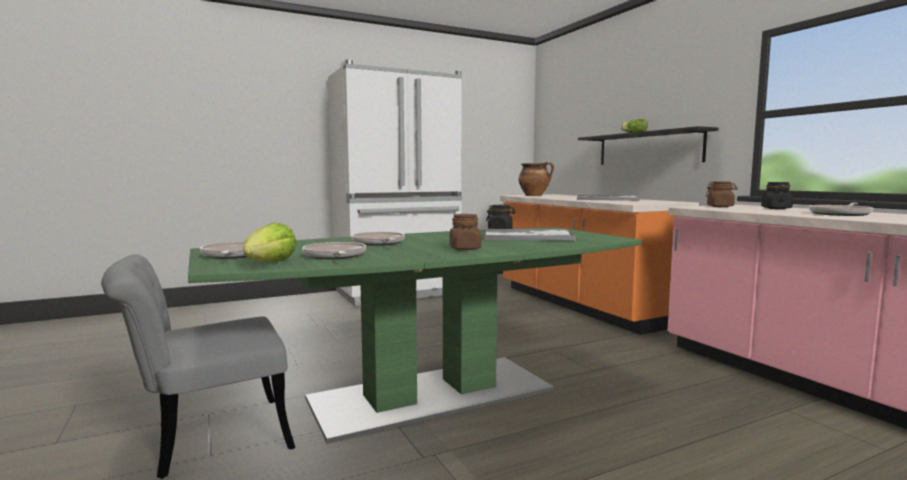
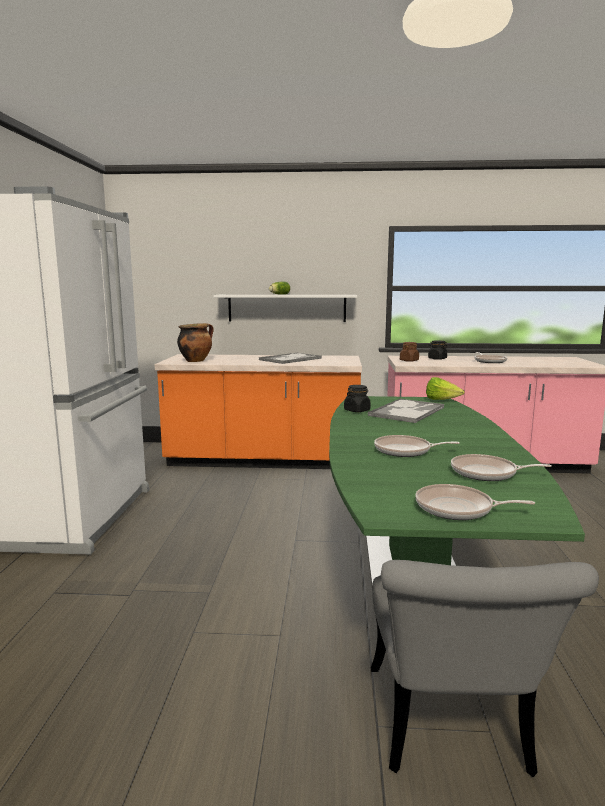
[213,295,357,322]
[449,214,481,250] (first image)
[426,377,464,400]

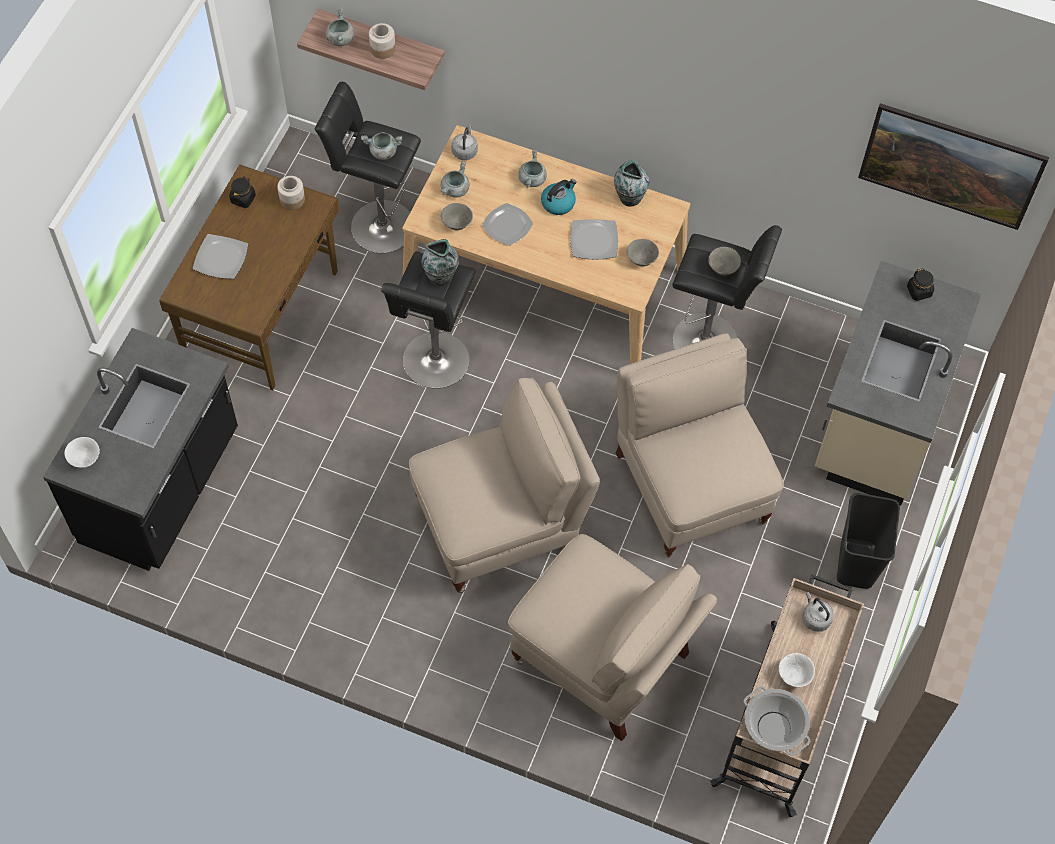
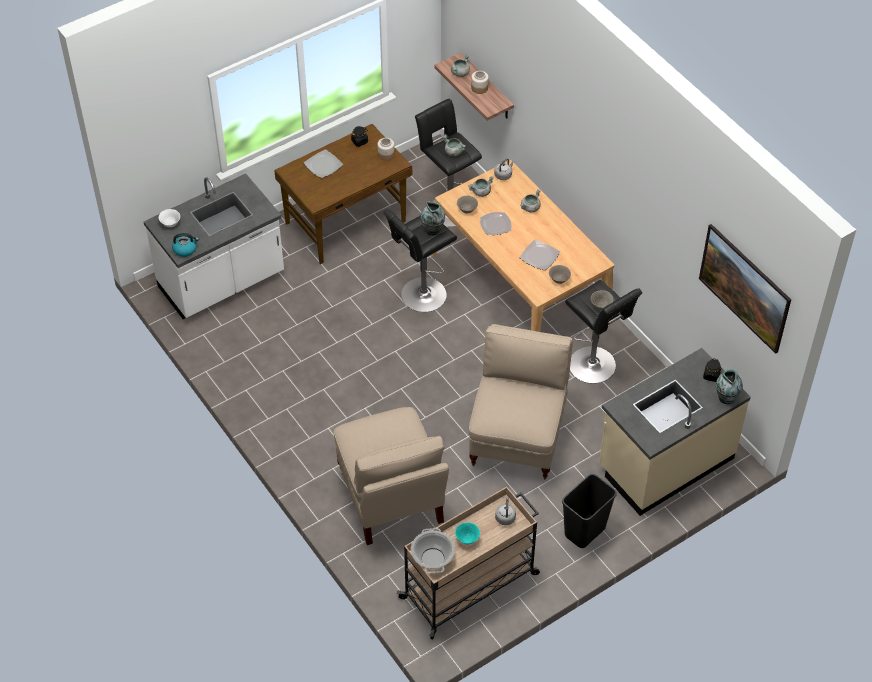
[716,369,743,404]
[172,233,199,257]
[144,173,284,319]
[409,377,600,593] (first image)
[455,522,480,545]

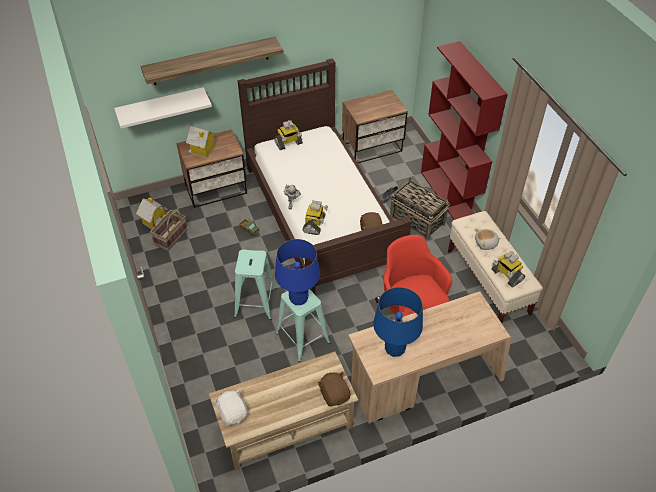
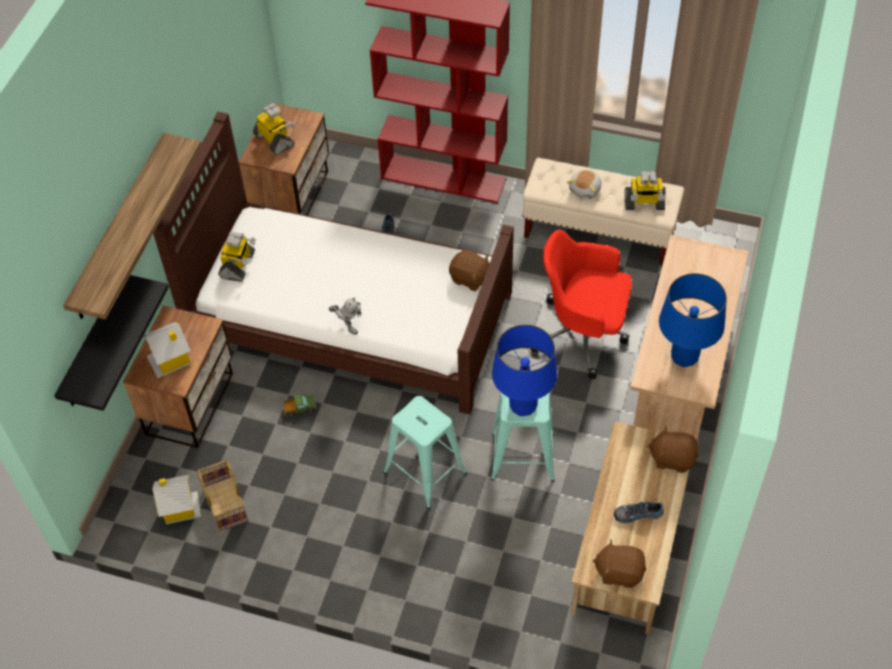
[54,275,169,411]
[390,177,450,240] (first image)
[253,103,295,155]
[593,539,646,588]
[614,502,664,523]

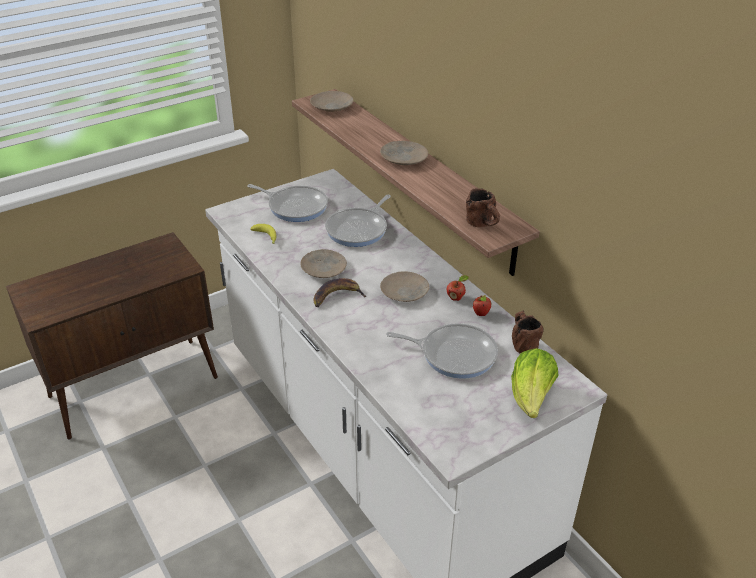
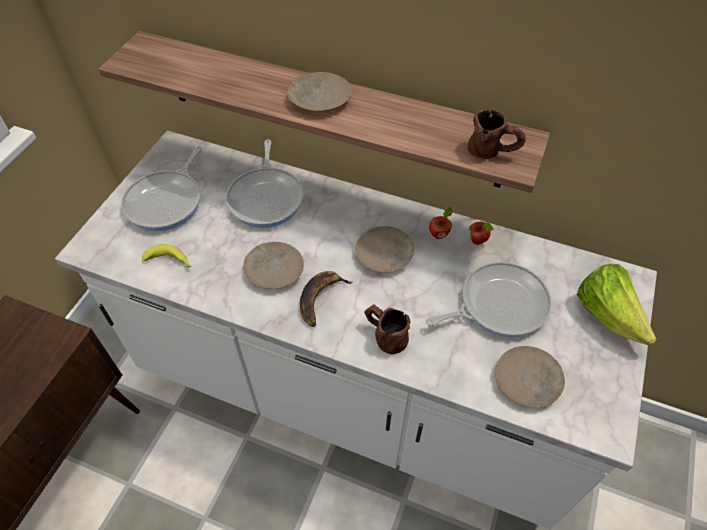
[495,346,565,408]
[121,146,203,232]
[364,304,411,354]

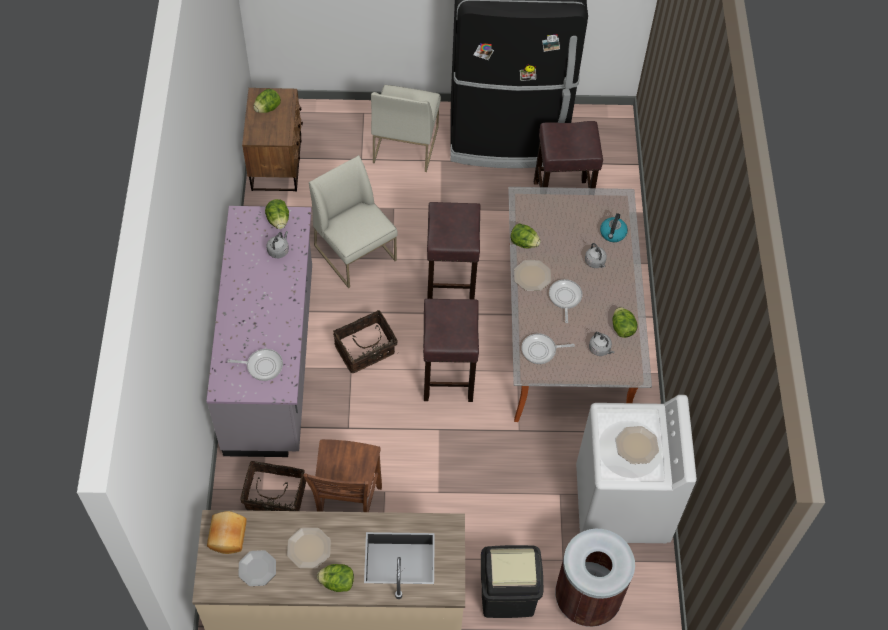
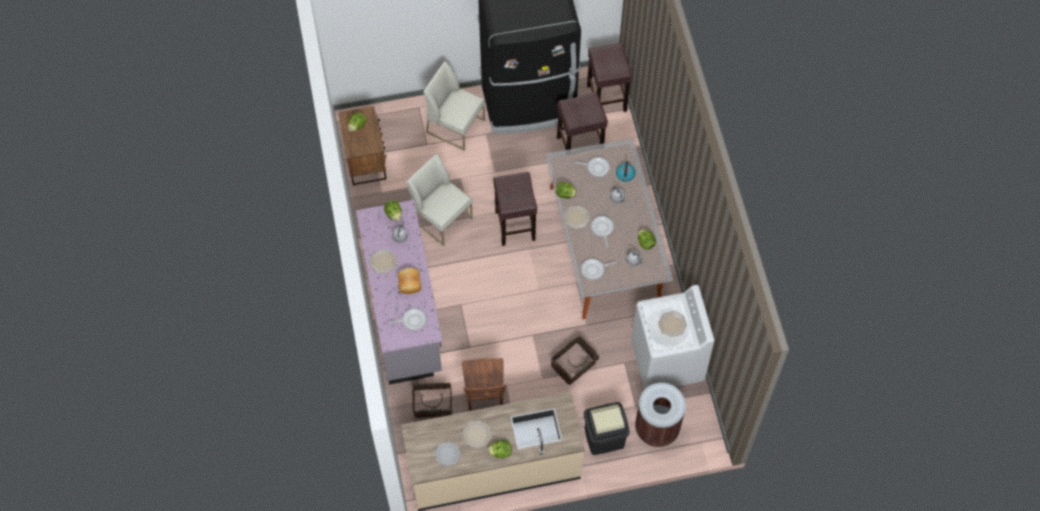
[423,61,485,151]
[587,43,632,112]
[551,336,599,385]
[398,268,421,294]
[575,157,610,177]
[370,249,397,274]

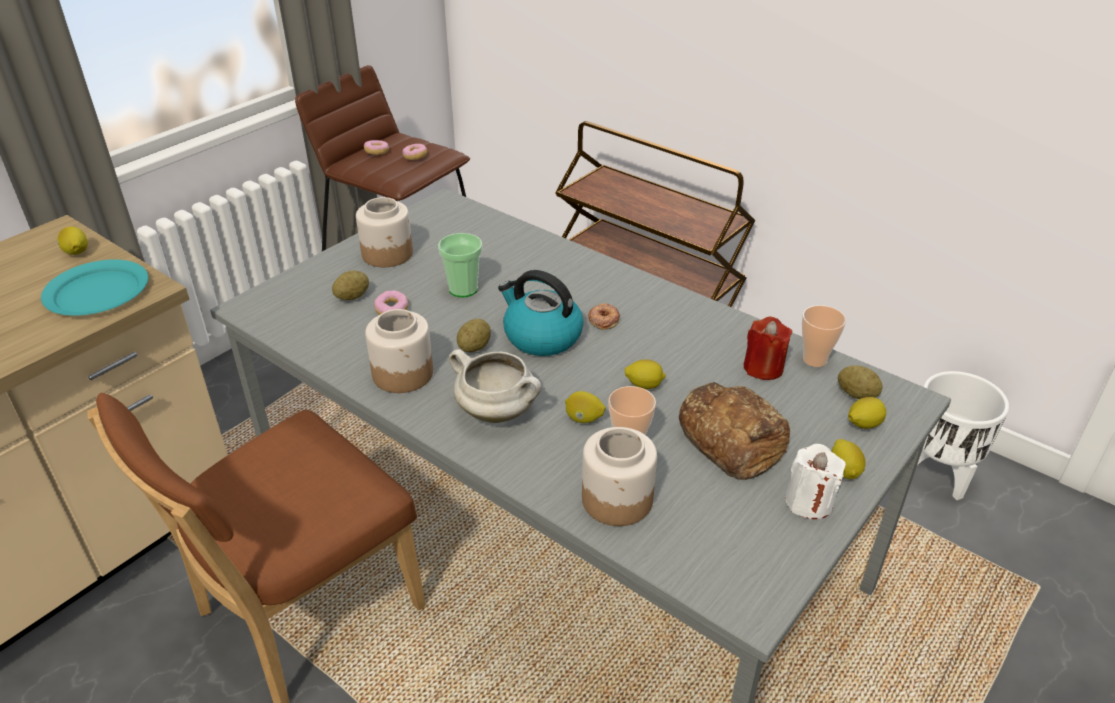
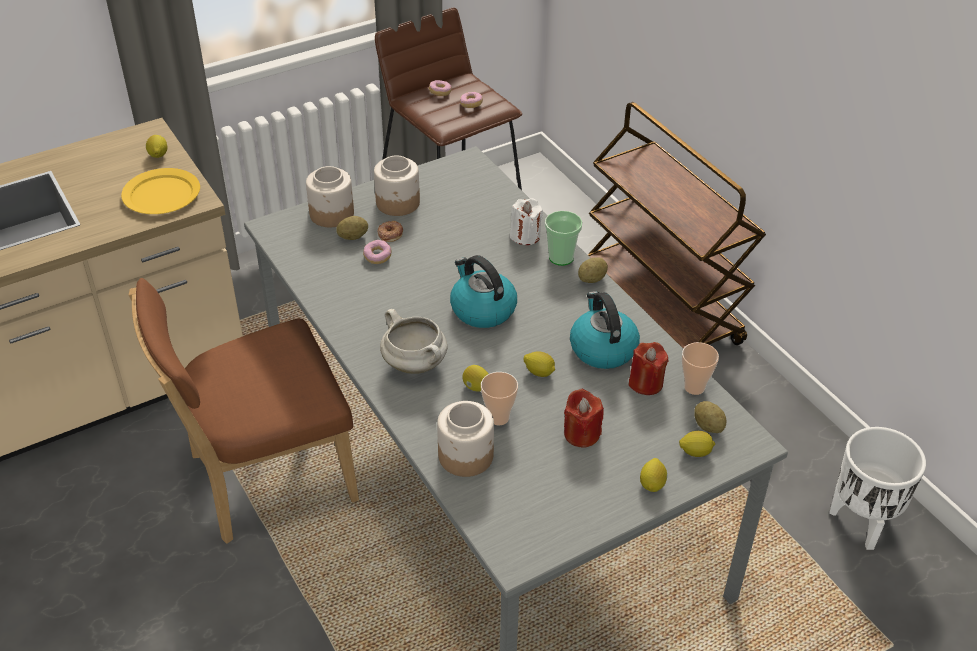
[545,211,583,266]
[121,168,200,214]
[377,221,403,242]
[306,166,354,227]
[578,257,608,283]
[564,389,604,448]
[510,198,543,245]
[570,291,640,369]

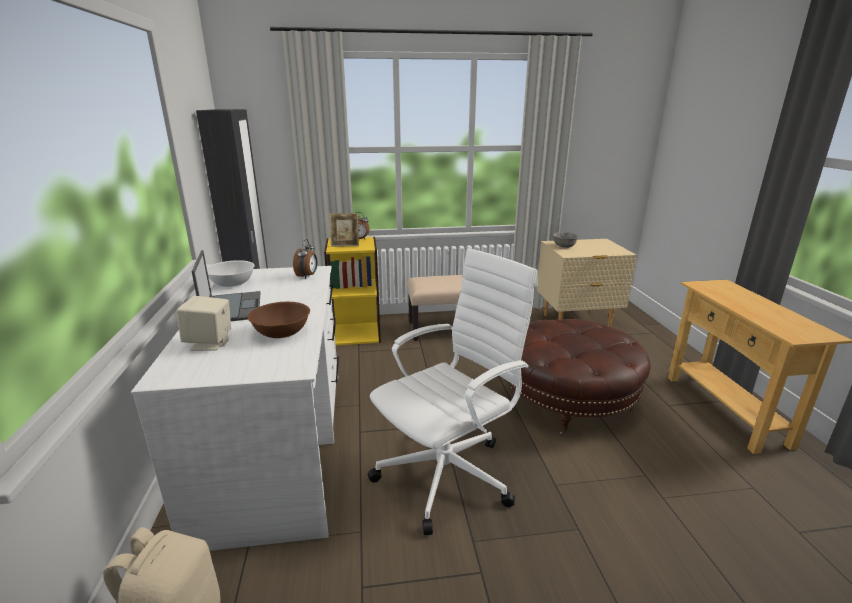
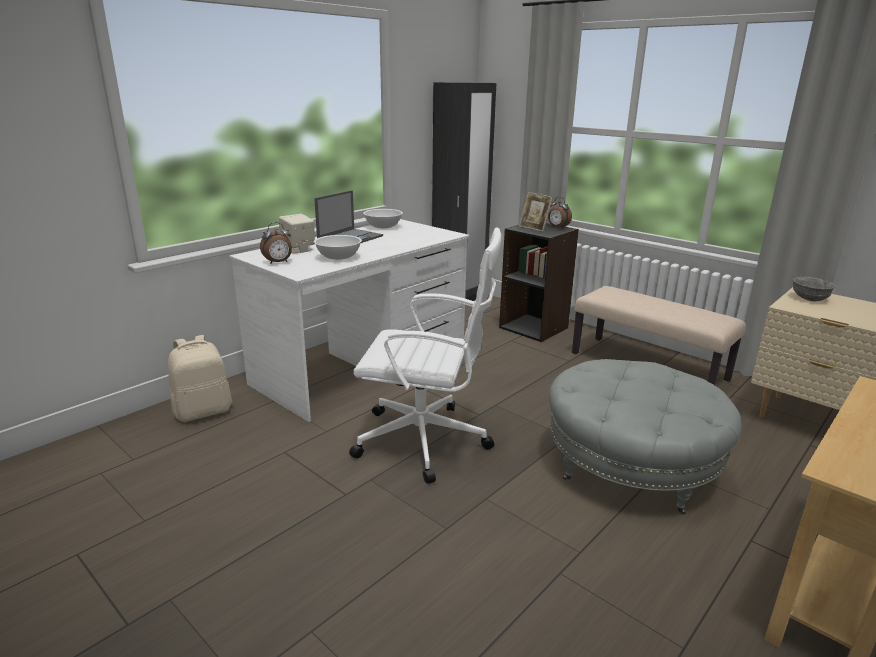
[499,223,579,342]
[260,222,292,264]
[314,235,362,260]
[549,359,742,515]

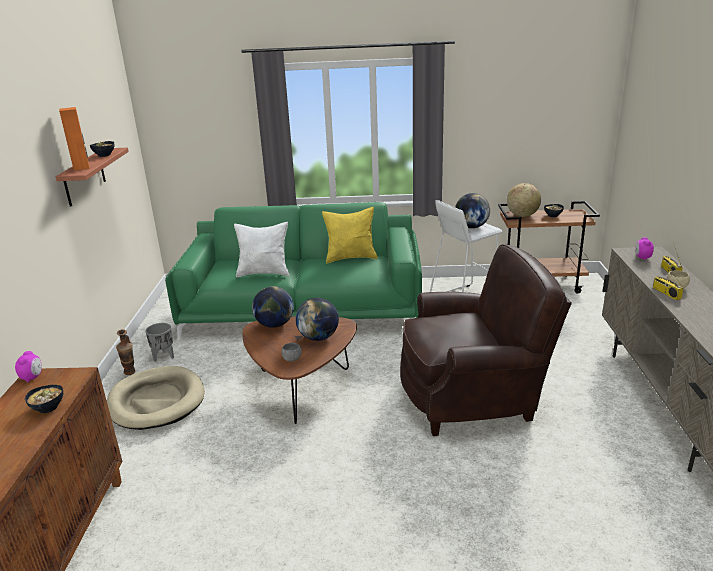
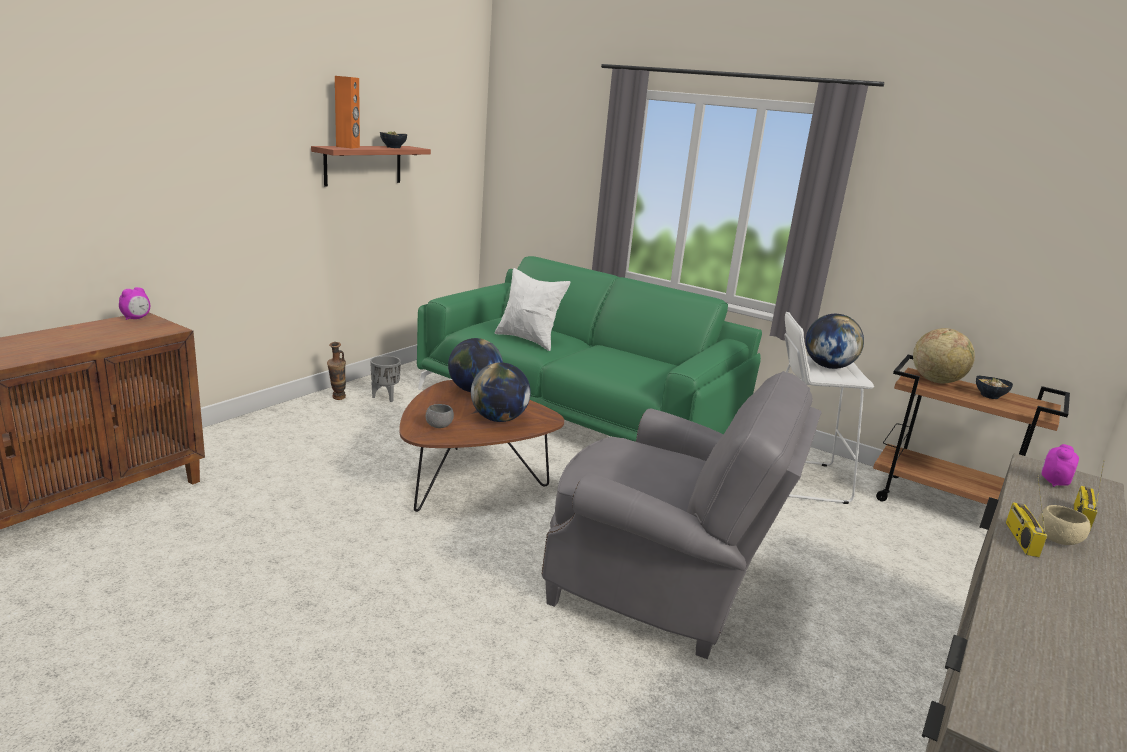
[322,207,378,263] (first image)
[542,371,822,659]
[107,366,205,430] (first image)
[25,385,63,413] (first image)

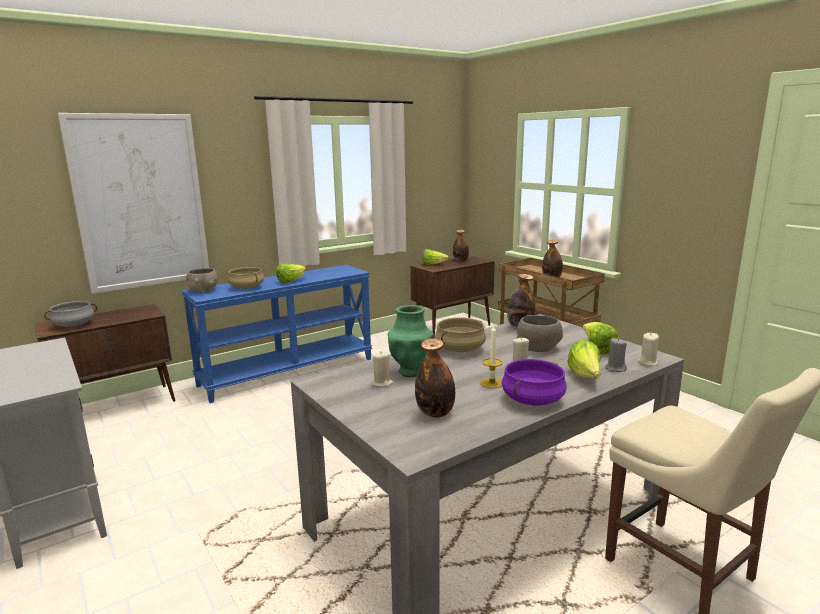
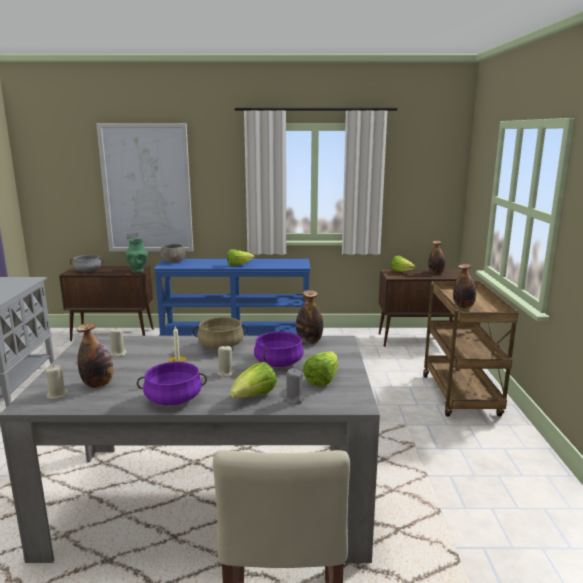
[228,267,264,289] (first image)
[125,239,148,273]
[254,331,304,367]
[45,365,68,399]

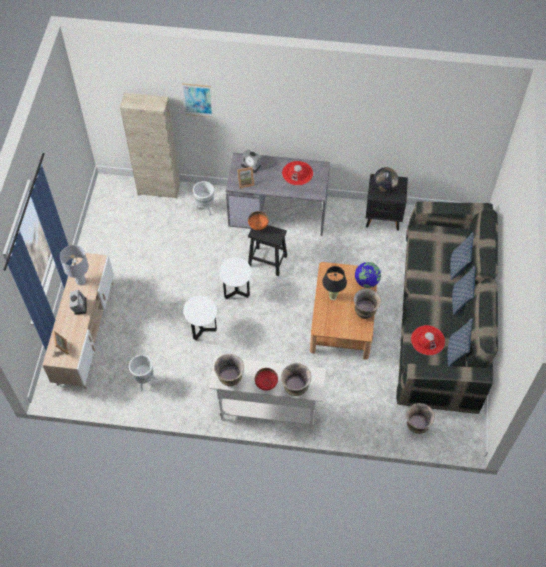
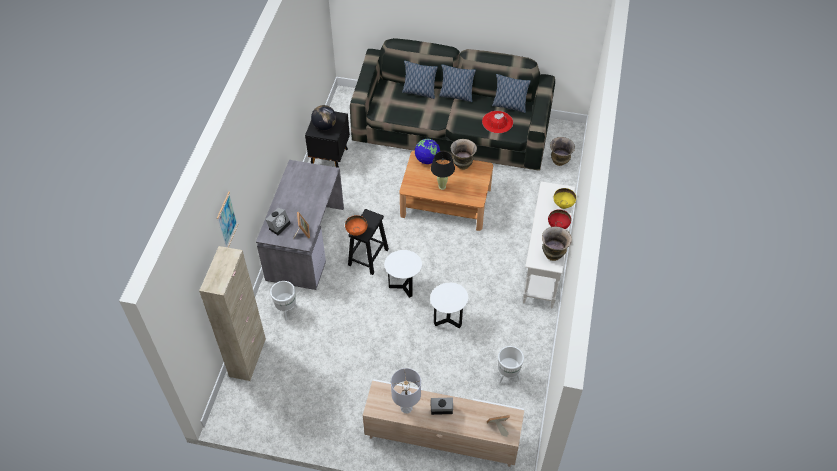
[282,161,313,185] (first image)
[553,188,576,209]

